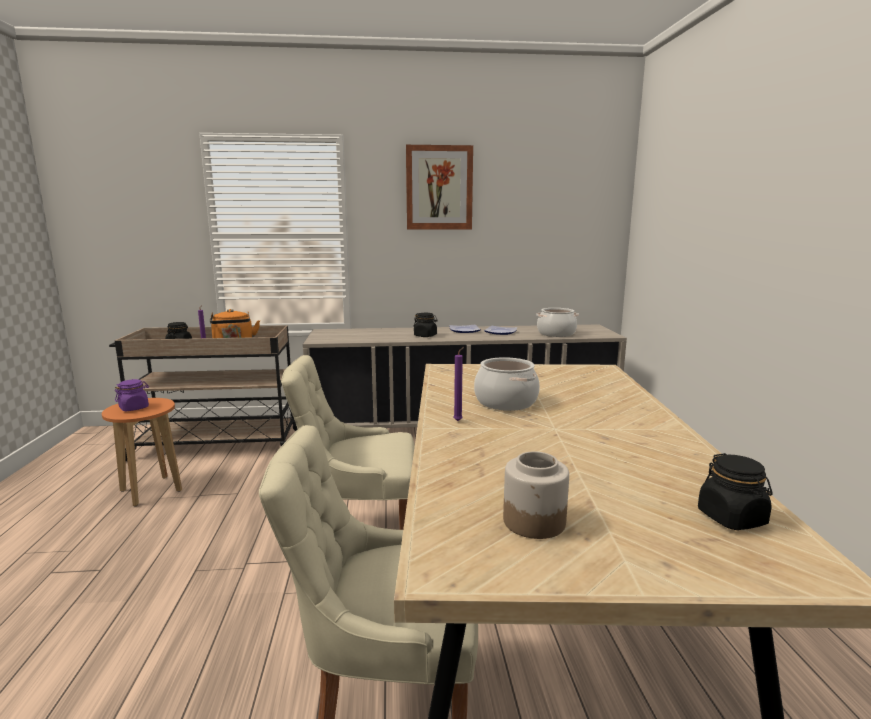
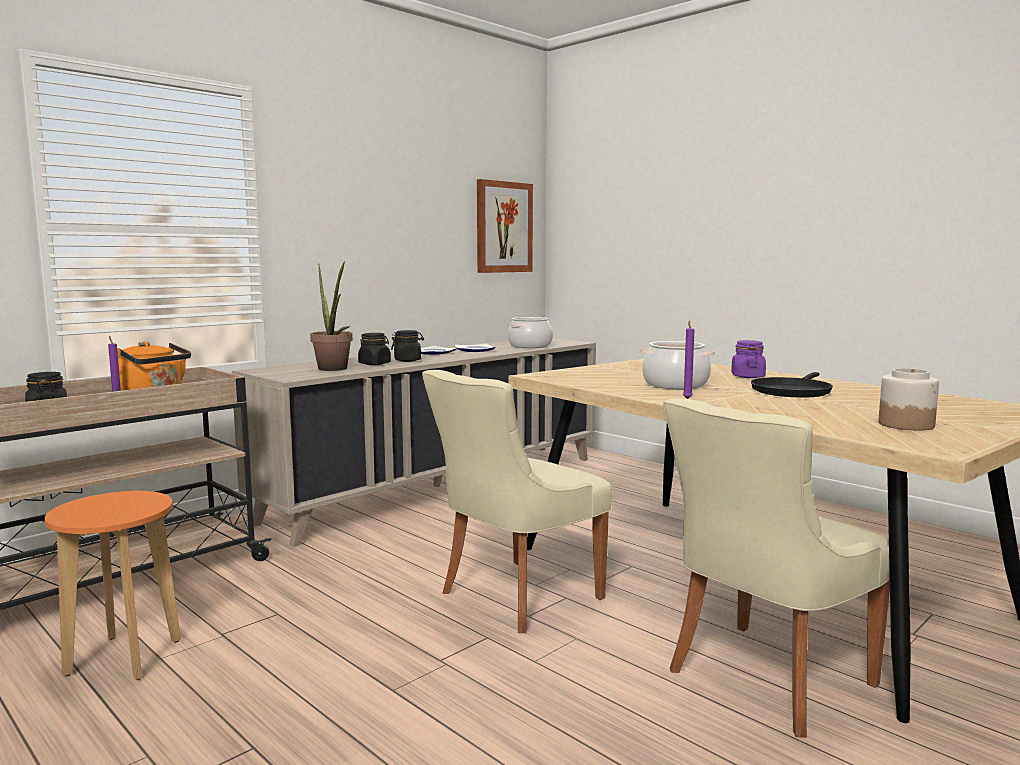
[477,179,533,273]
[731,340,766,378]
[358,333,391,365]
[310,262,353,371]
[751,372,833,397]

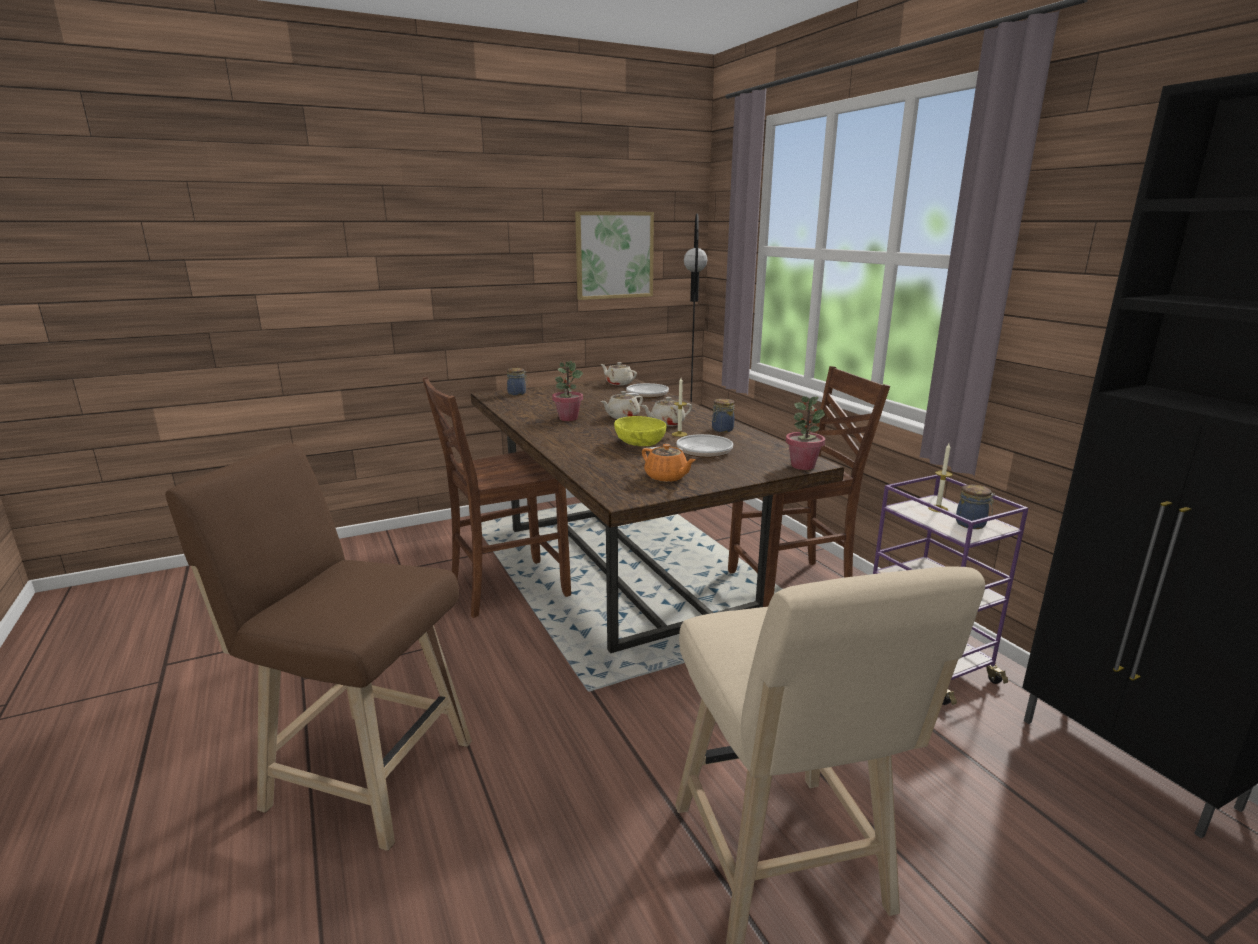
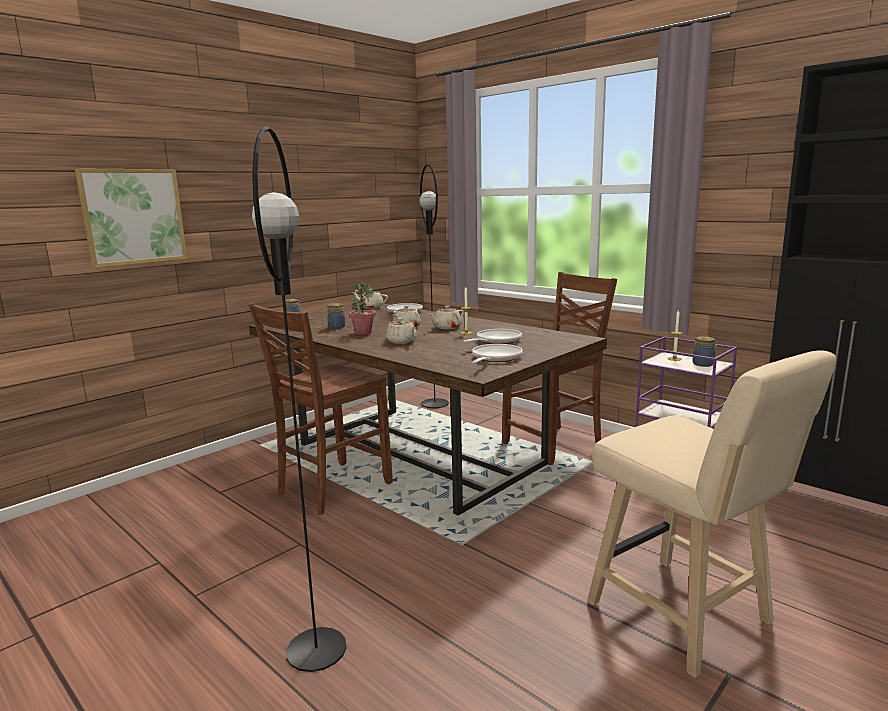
[75,168,187,268]
[786,396,825,470] (first image)
[327,303,345,329]
[614,416,666,446] (first image)
[252,126,347,672]
[472,344,523,363]
[386,318,417,344]

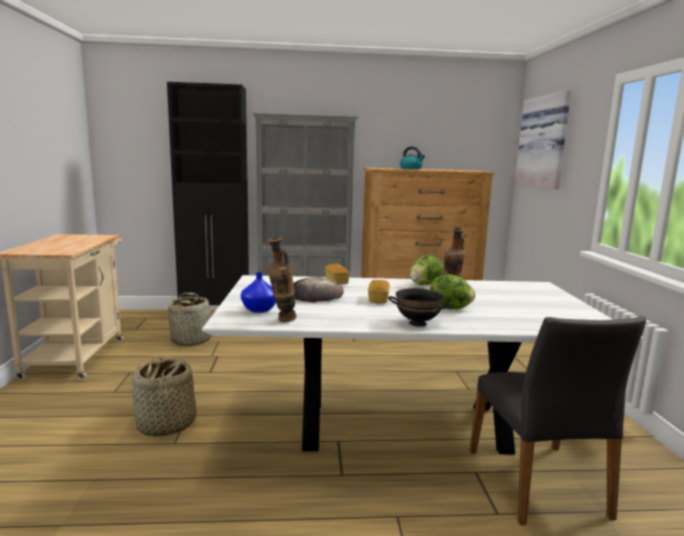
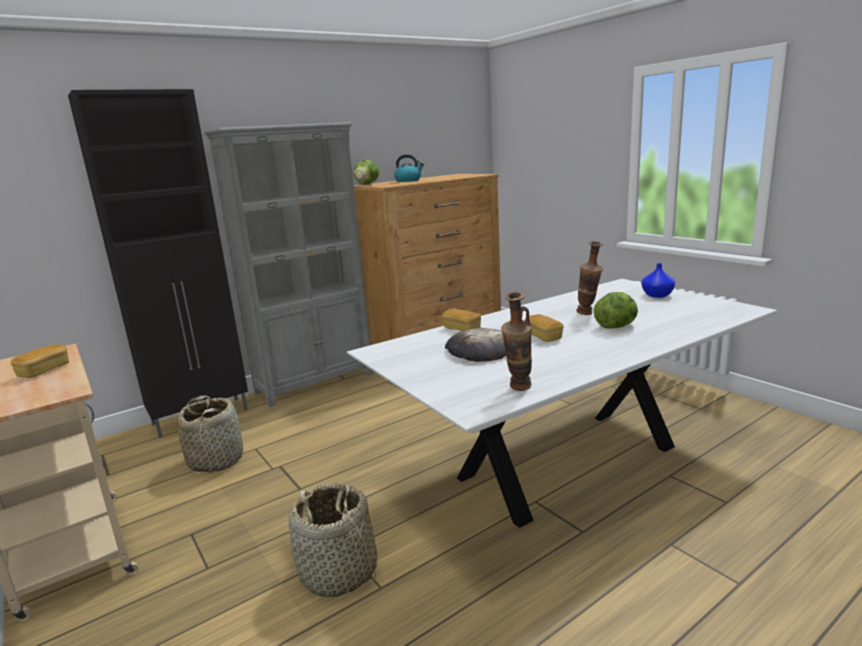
[515,90,571,189] (first image)
[353,159,379,184]
[641,263,675,298]
[388,288,452,327] (first image)
[469,316,646,525] (first image)
[11,344,69,378]

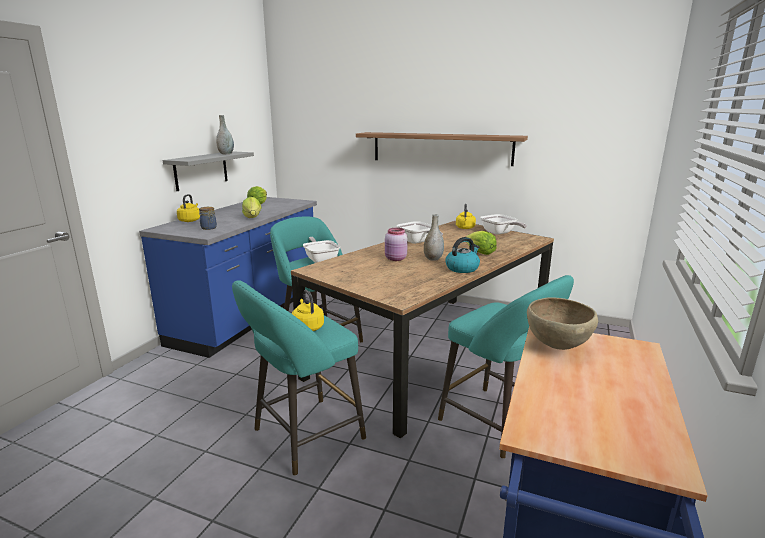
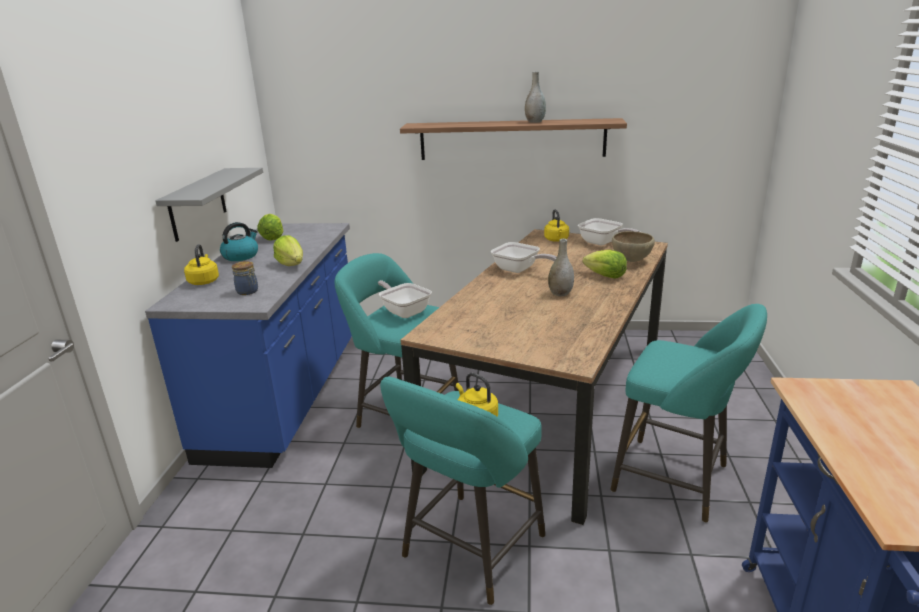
[525,71,546,123]
[385,228,408,261] (first image)
[220,222,258,261]
[612,231,655,262]

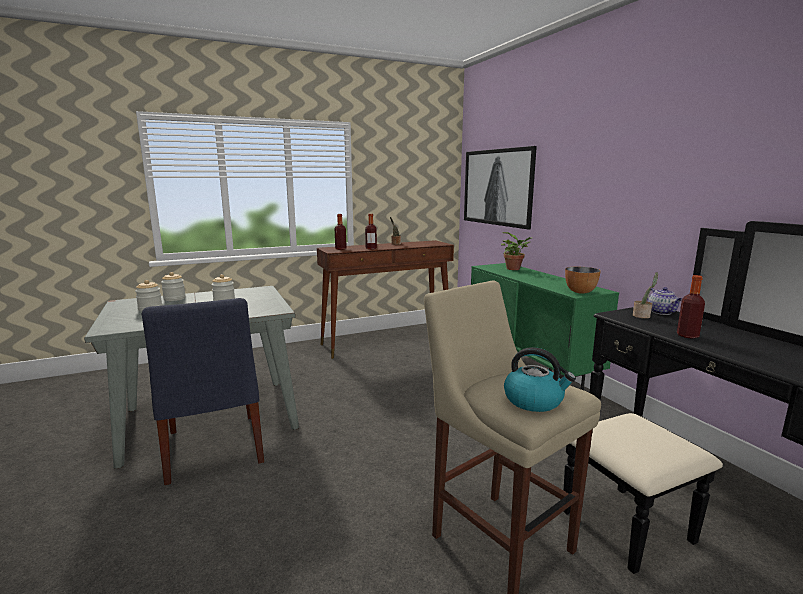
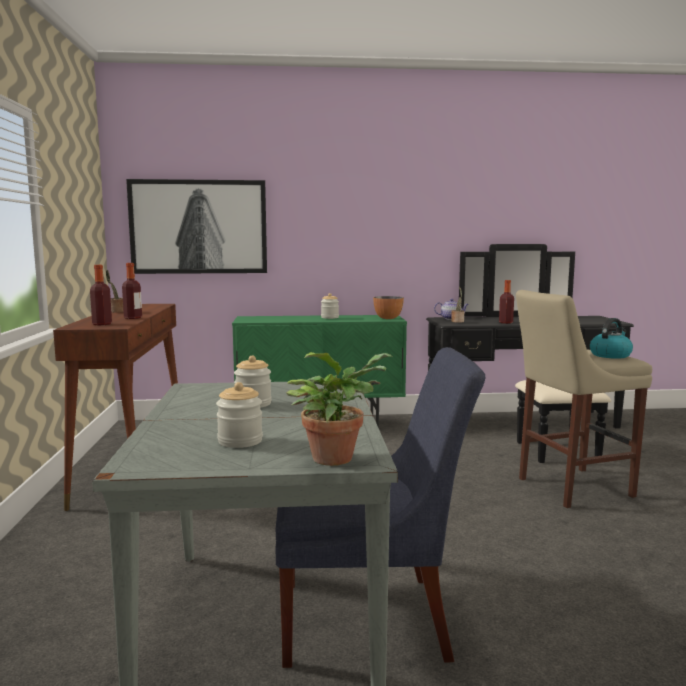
[286,352,393,466]
[321,293,339,319]

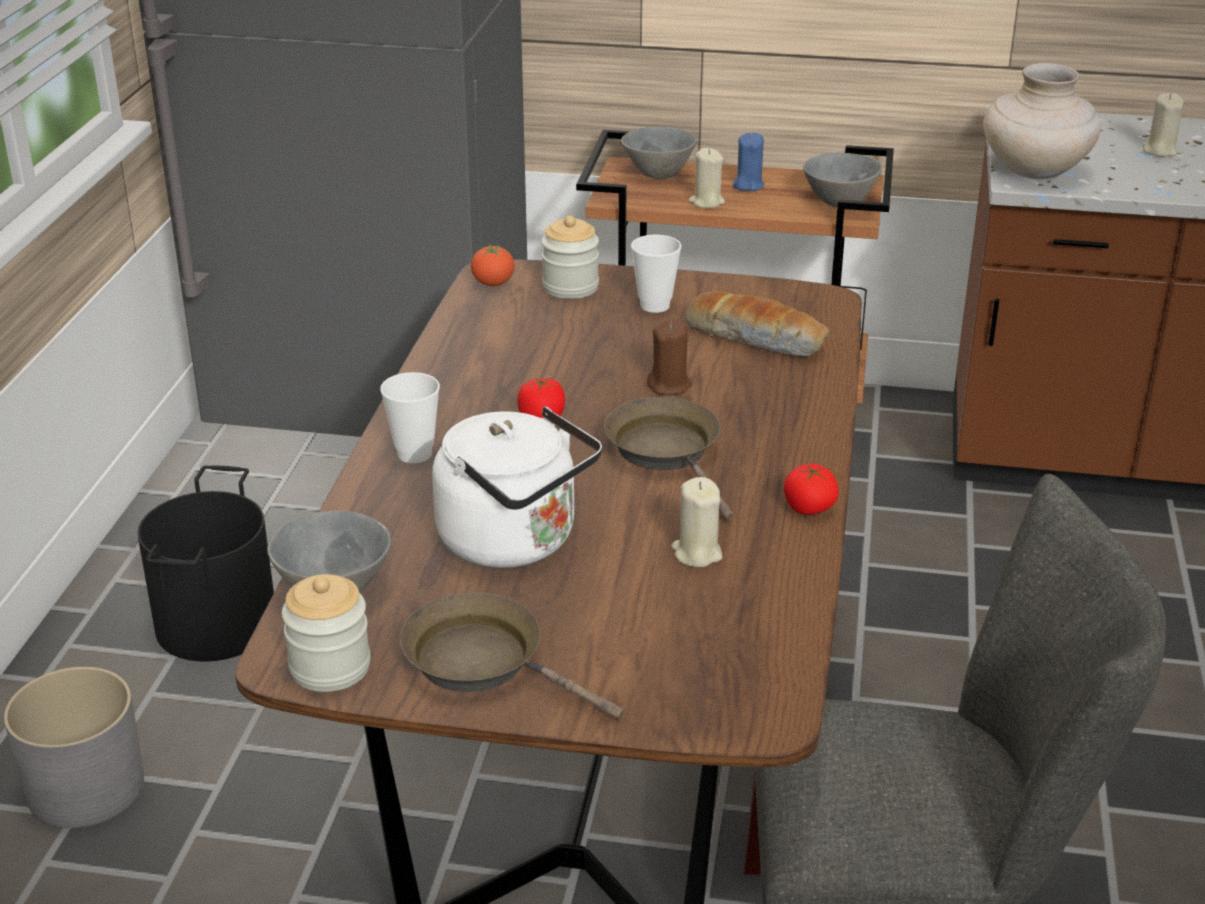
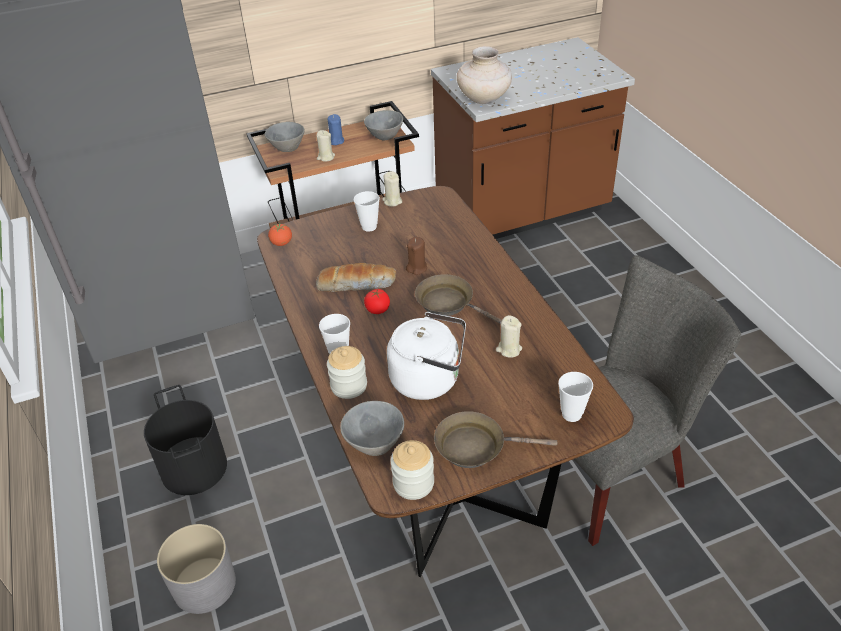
[382,171,402,207]
[327,346,367,399]
[316,263,396,292]
[784,464,839,515] (first image)
[558,372,593,422]

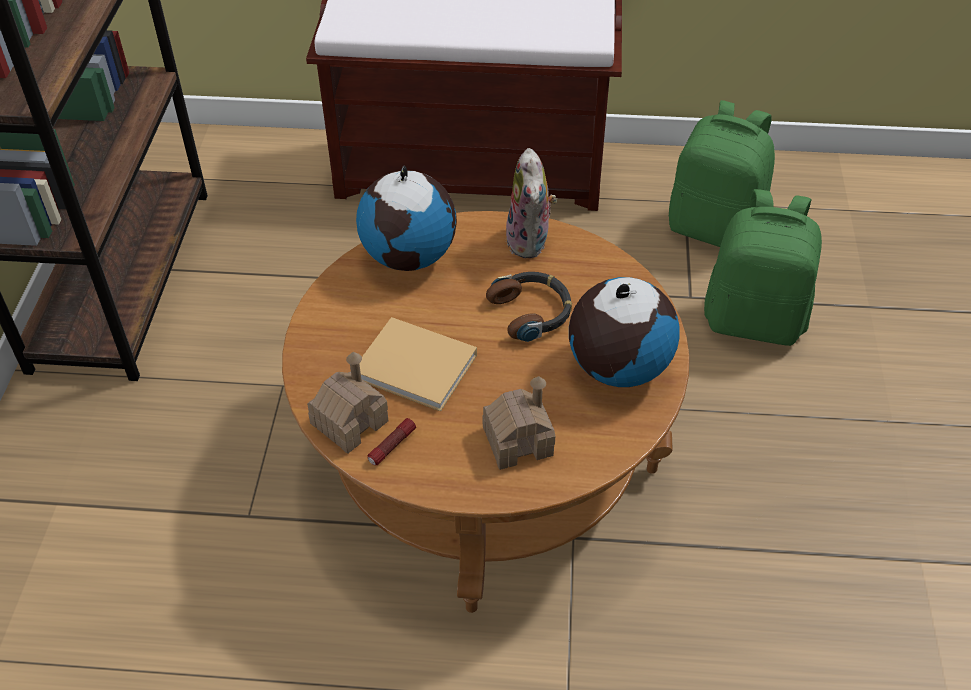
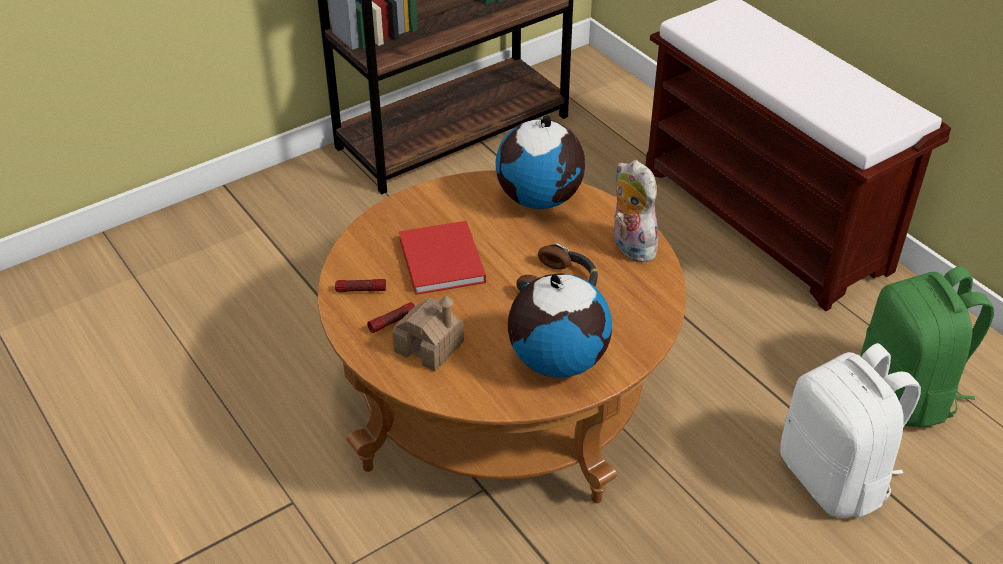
[614,160,662,263]
[780,343,921,518]
[399,221,486,295]
[307,352,388,454] (first image)
[367,302,415,333]

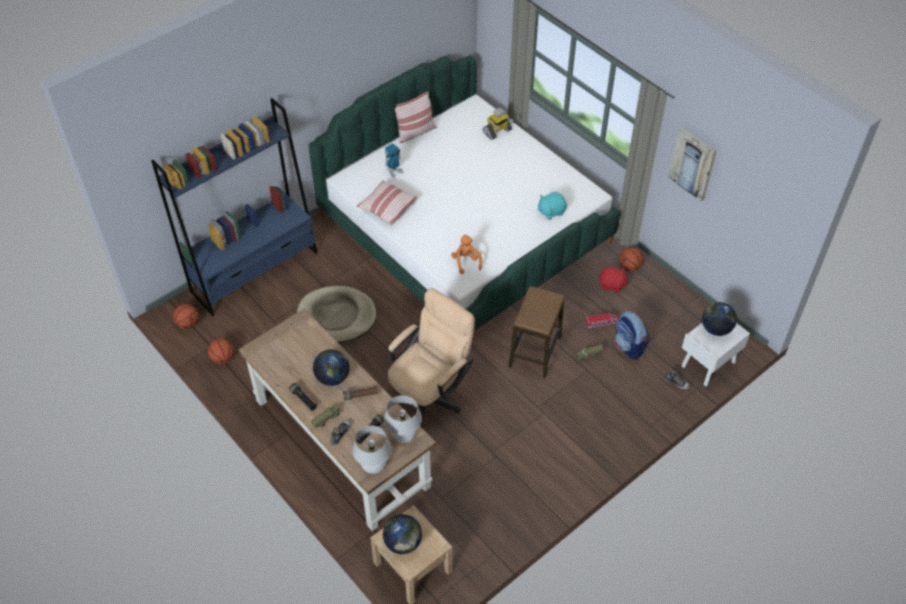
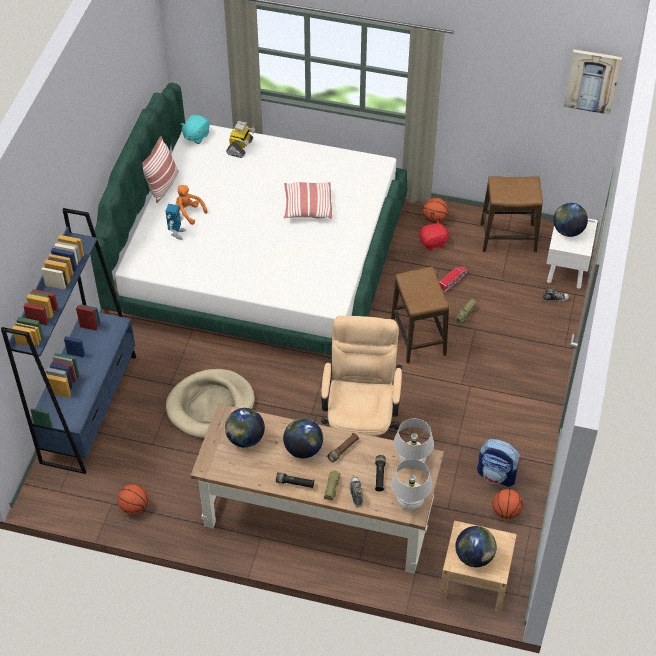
[563,49,622,115]
[284,182,332,219]
[181,115,210,144]
[176,185,208,225]
[492,489,523,519]
[477,438,521,487]
[480,176,543,252]
[225,408,265,448]

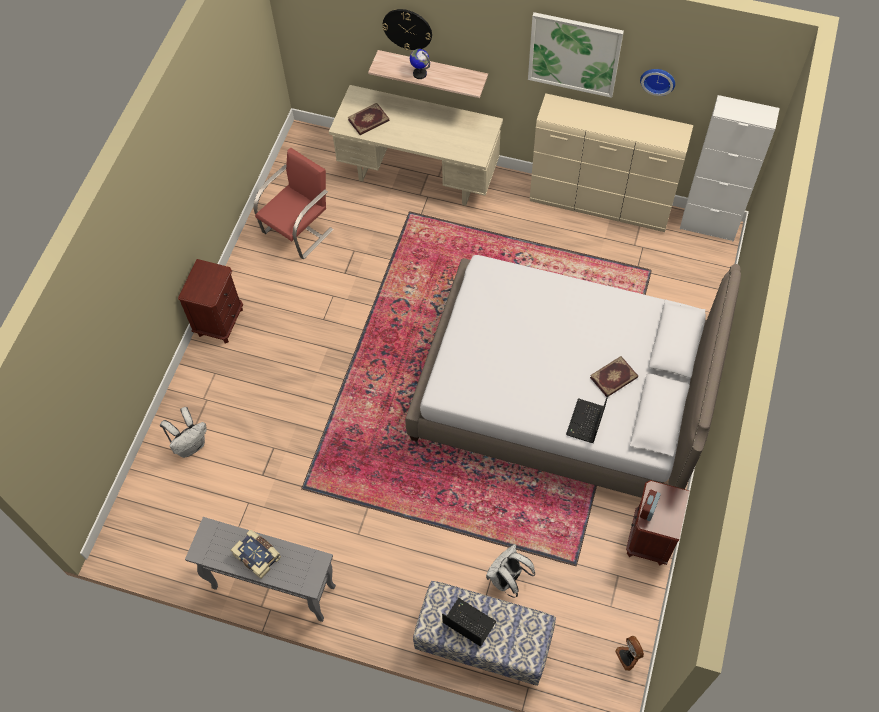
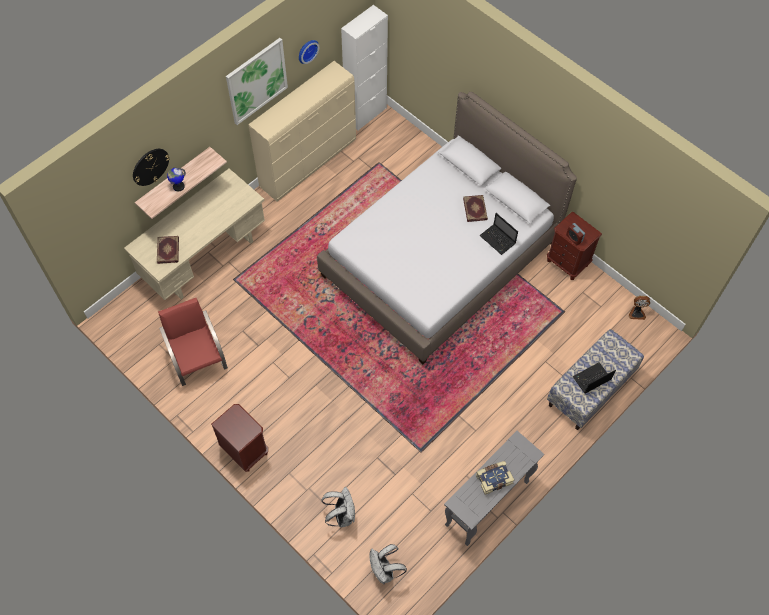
[369,544,407,584]

